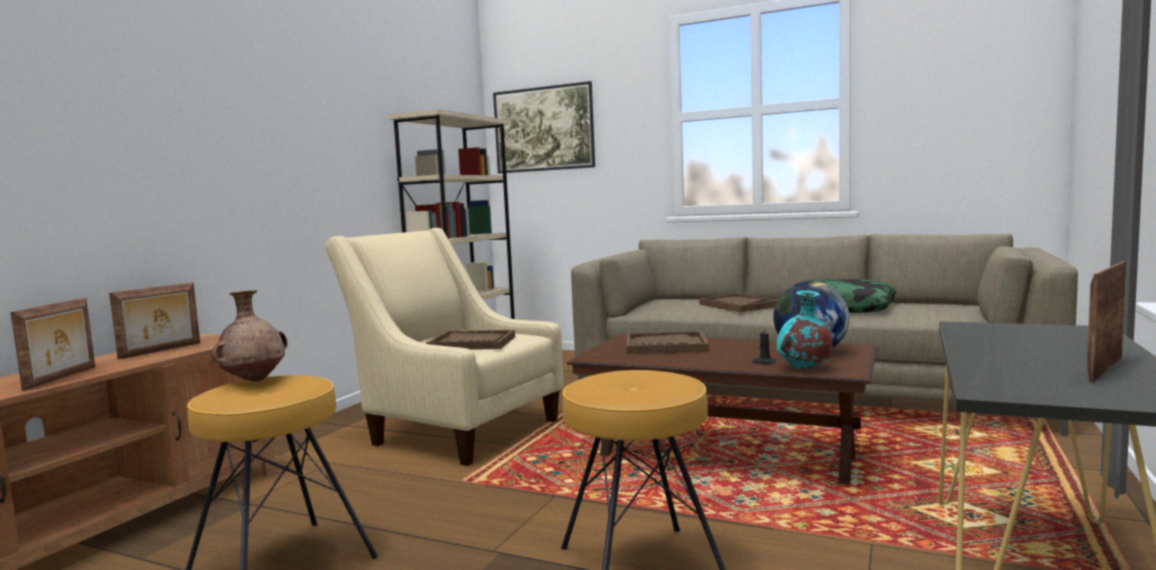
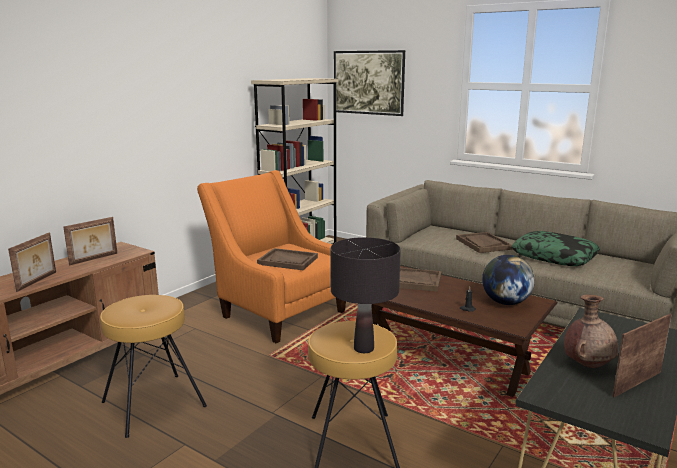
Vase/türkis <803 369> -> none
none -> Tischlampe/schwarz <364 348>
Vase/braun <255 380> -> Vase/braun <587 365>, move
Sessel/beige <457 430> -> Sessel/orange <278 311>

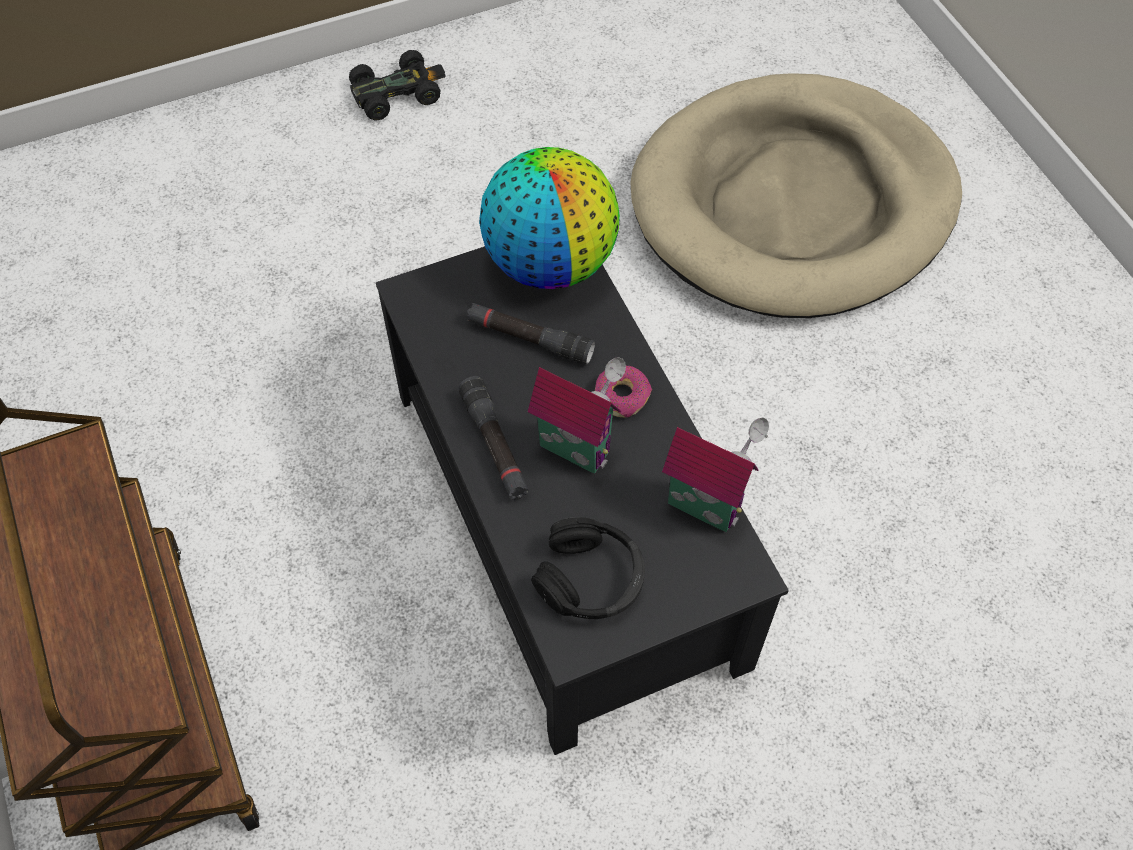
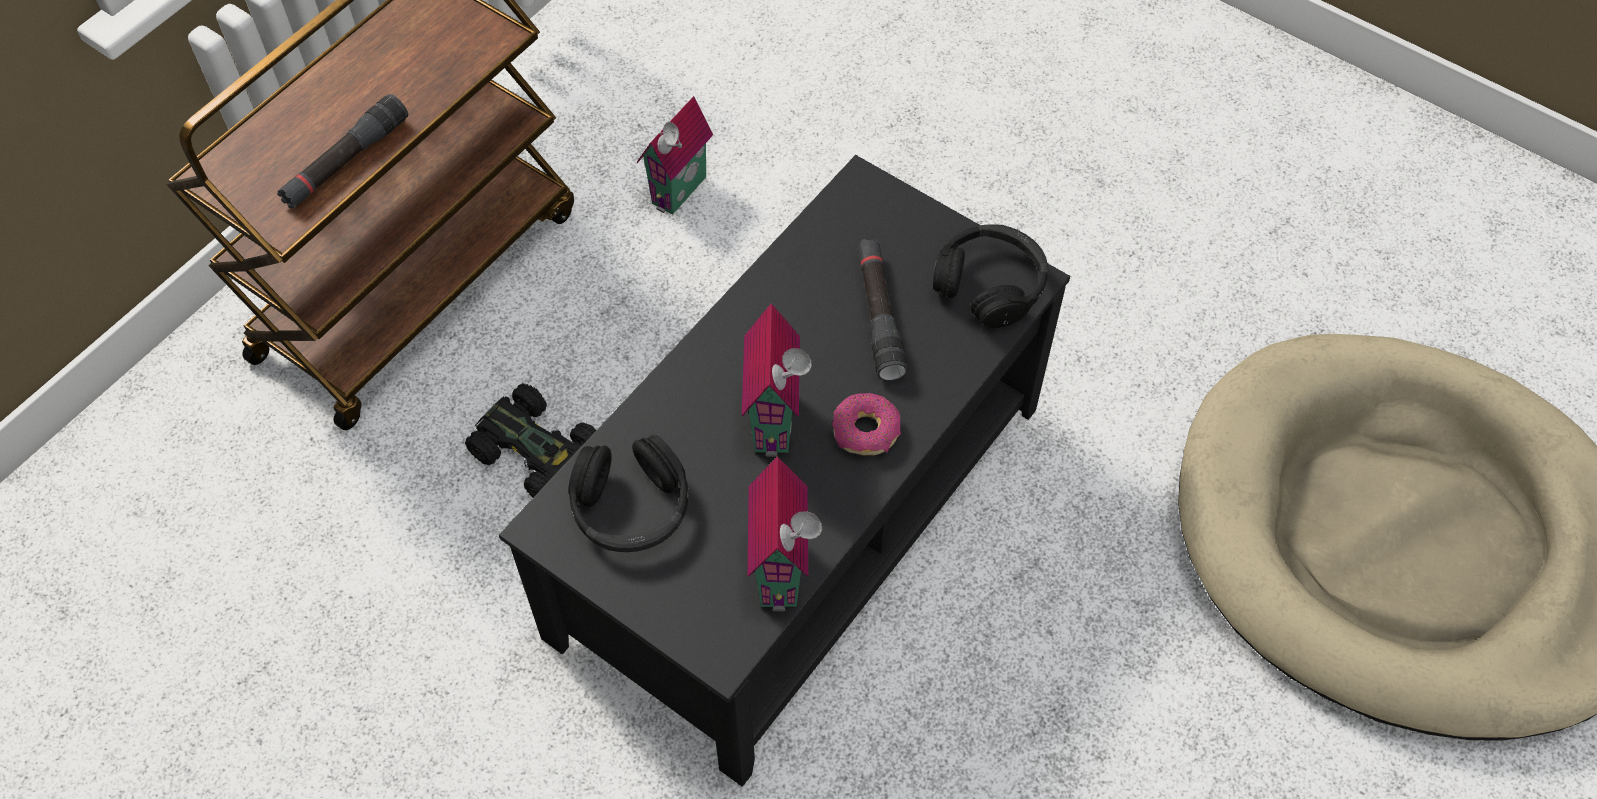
none -> Spielzeughaus <682 192>
Spielzeugauto/schwarz <397 93> -> Spielzeugauto/schwarz <540 454>, move
Taschenlampe/schwarz <494 444> -> Taschenlampe/schwarz <346 161>, move
Globus <550 263> -> Kopfhörer/schwarz <990 284>

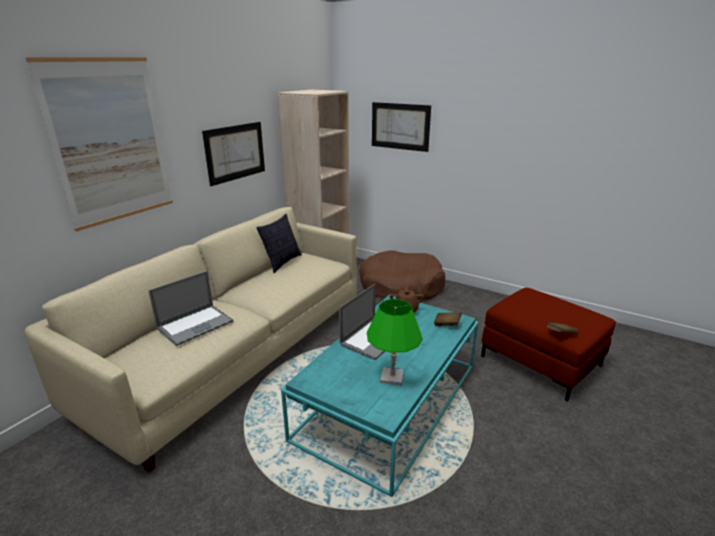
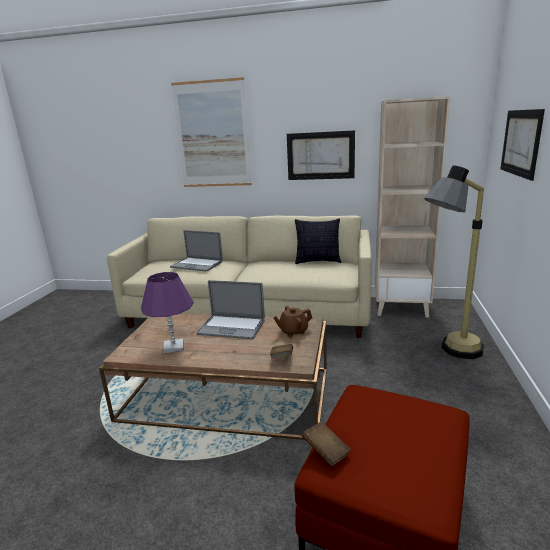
Hundebett/braun <401 286> -> Stehlampe <448 353>
Couchtisch/türkis <389 400> -> Couchtisch/braun <227 394>
Tischlampe/grün <392 377> -> Tischlampe/lila <173 347>

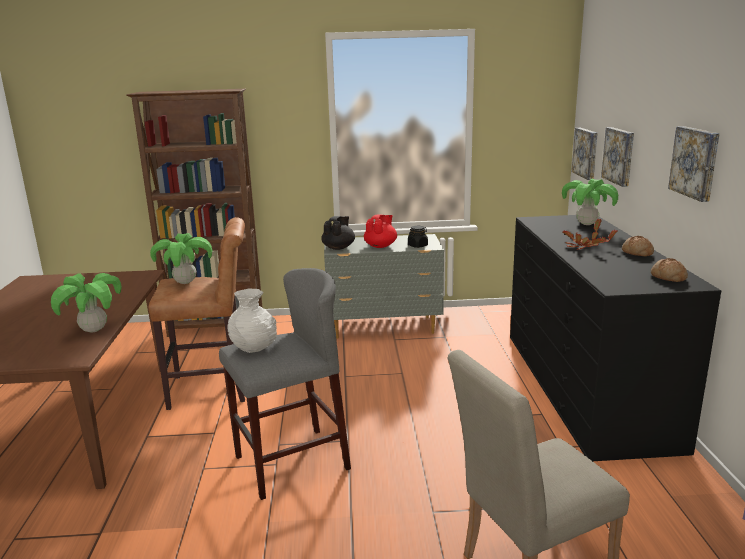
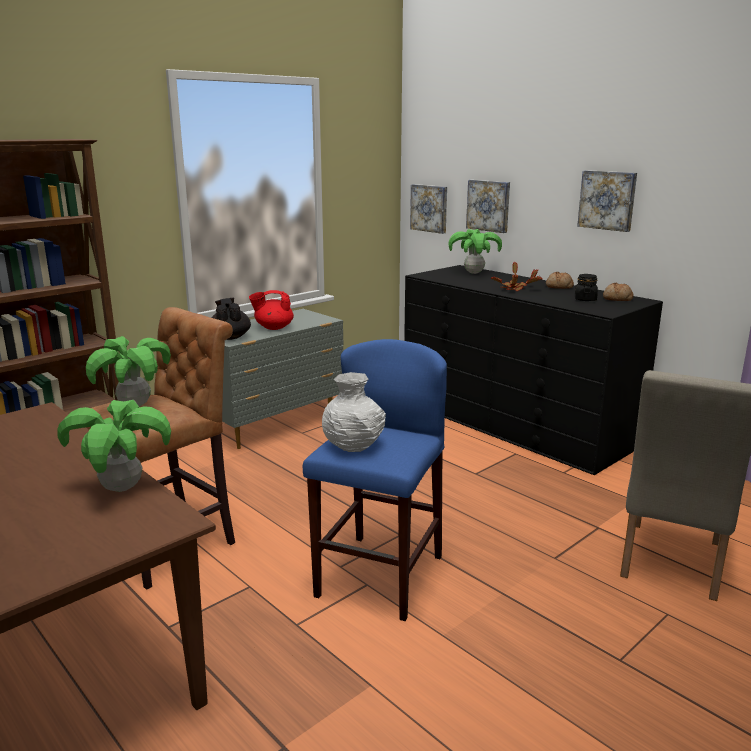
Vorratsglas/schwarz <417 246> -> Vorratsglas/schwarz <585 299>, move
Hocker/grau <291 462> -> Hocker/blau <379 576>
Teekanne/rot <381 246> -> Teekanne/rot <273 328>, 90 degrees counterclockwise

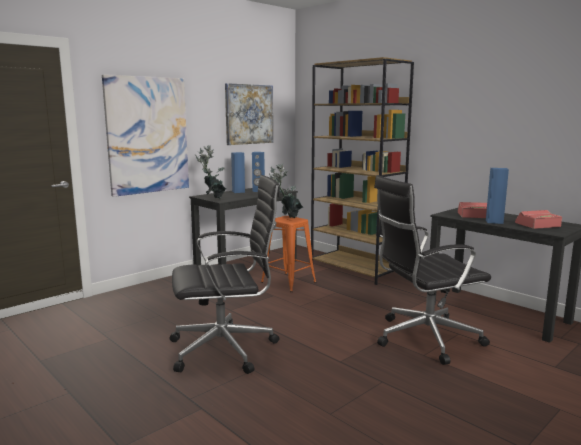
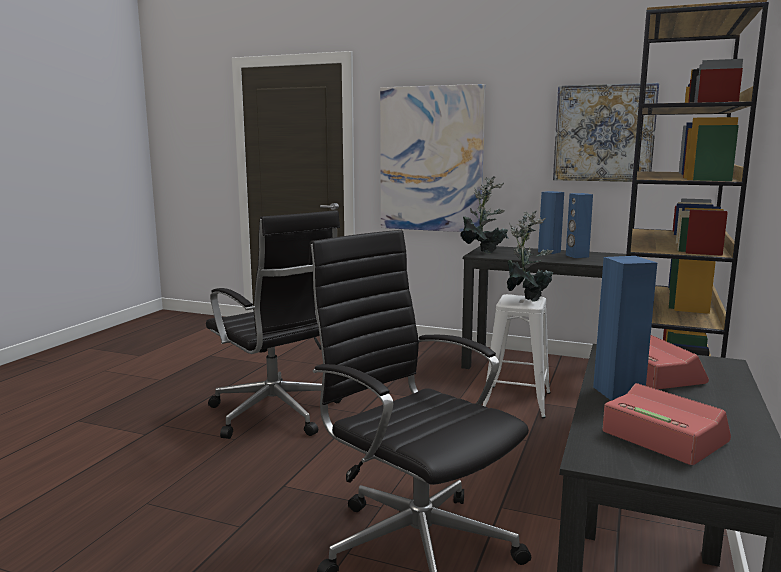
Hocker/orange <288 282> -> Hocker/weiß <516 401>

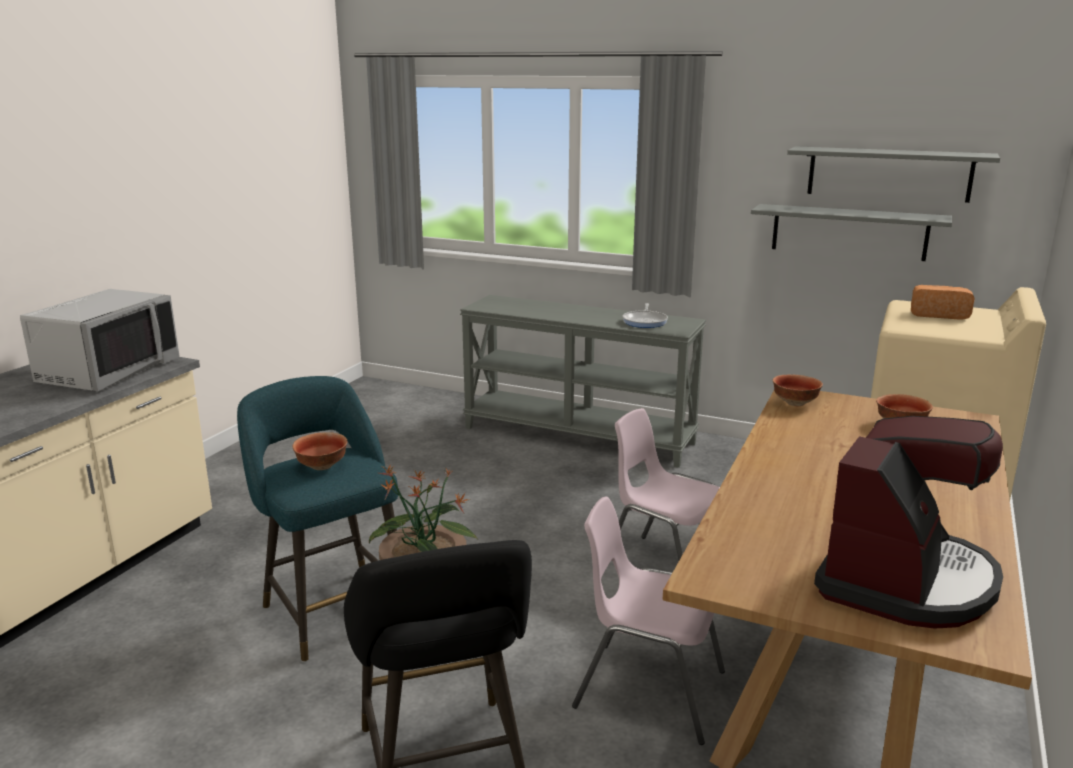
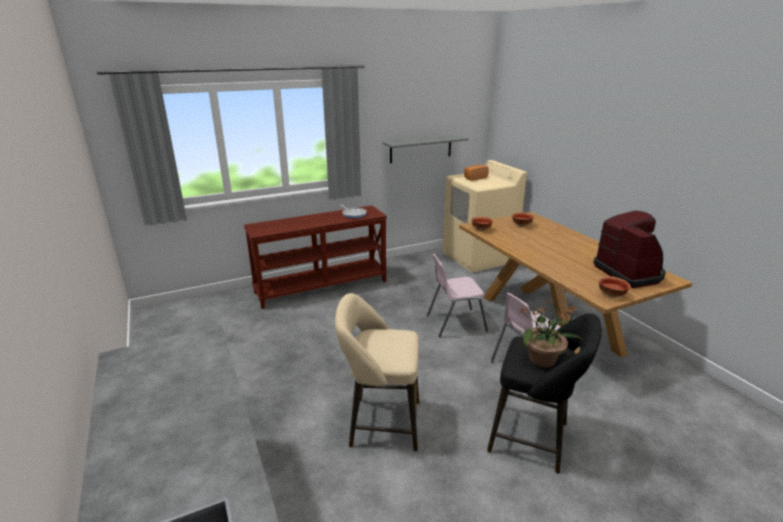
Mikrowelle/grau <108 371> -> none
Wandregal/grau <888 174> -> none
Schüssel <323 466> -> Schüssel <612 295>, move
Hocker/türkis <333 609> -> Hocker/beige <380 423>
Konsolentisch/grau <579 435> -> Konsolentisch/braun <321 286>

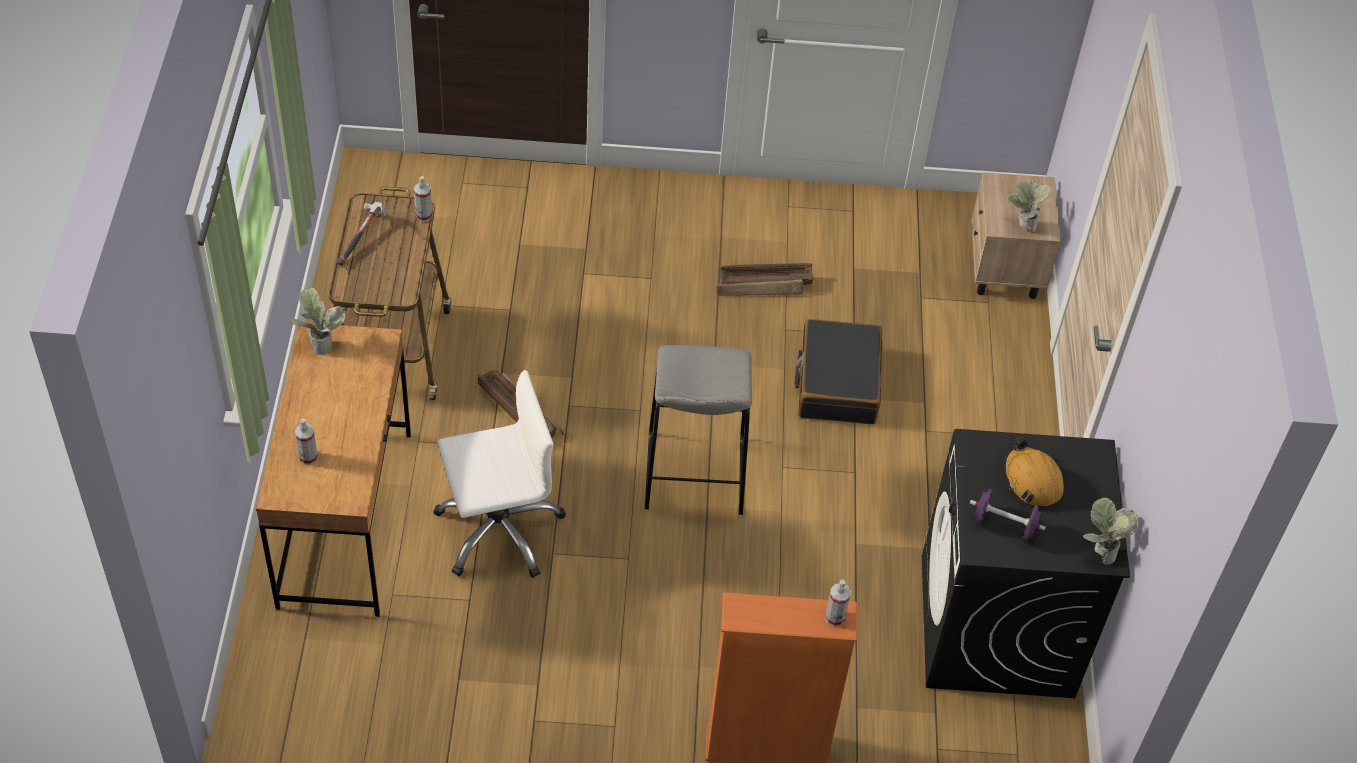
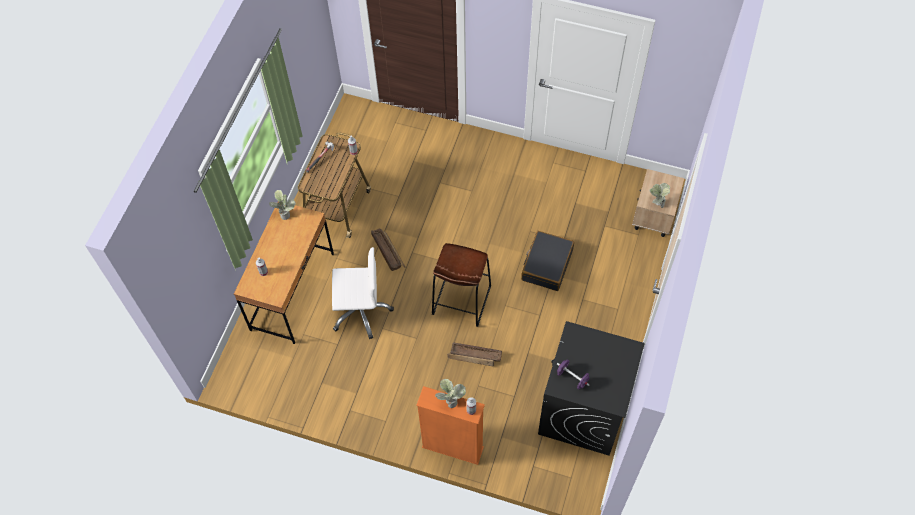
Schutzhelm/orange <1032 480> -> none
Kiste <764 285> -> Kiste <475 356>, move
Topfpflanze <1099 551> -> Topfpflanze <450 400>, move
Hocker/grau <694 474> -> Hocker/braun <461 300>

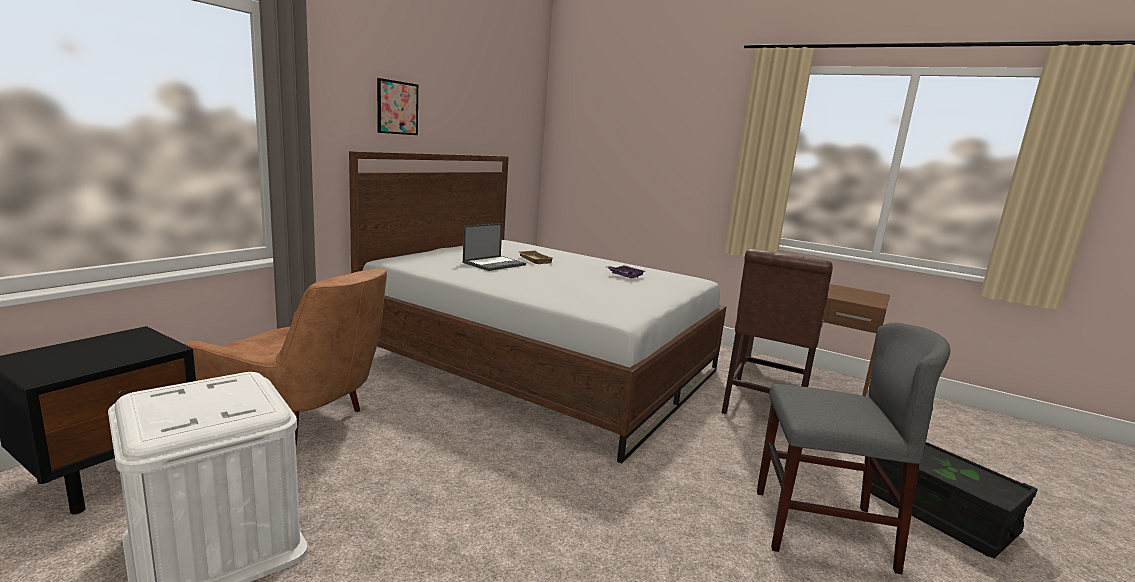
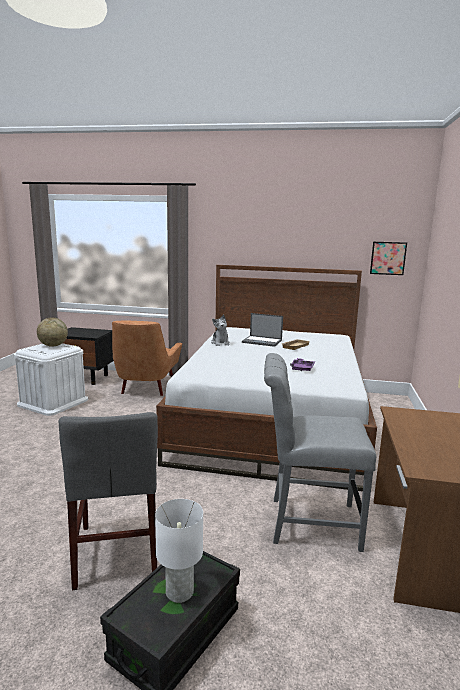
none -> Globus <53 345>
none -> Tischlampe/weiß <179 592>
none -> Plüschtier <220 343>
Bild <397 108> -> Bild <388 258>, move
Stuhl/braun <762 409> -> Stuhl/grau <308 522>

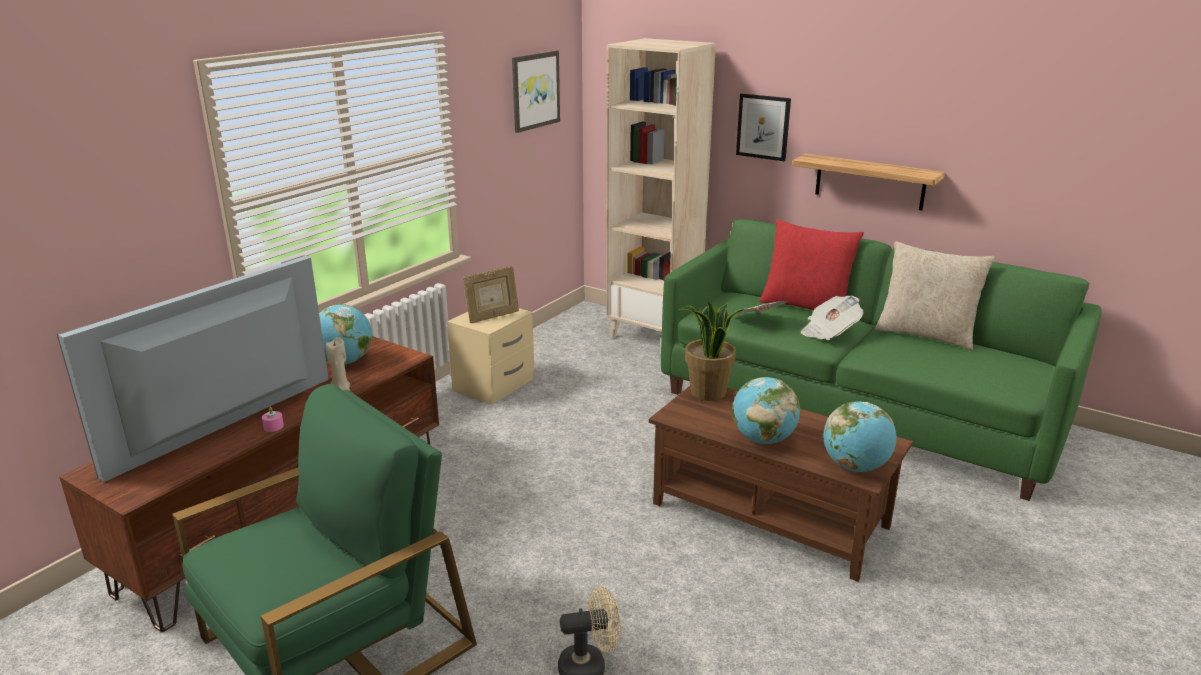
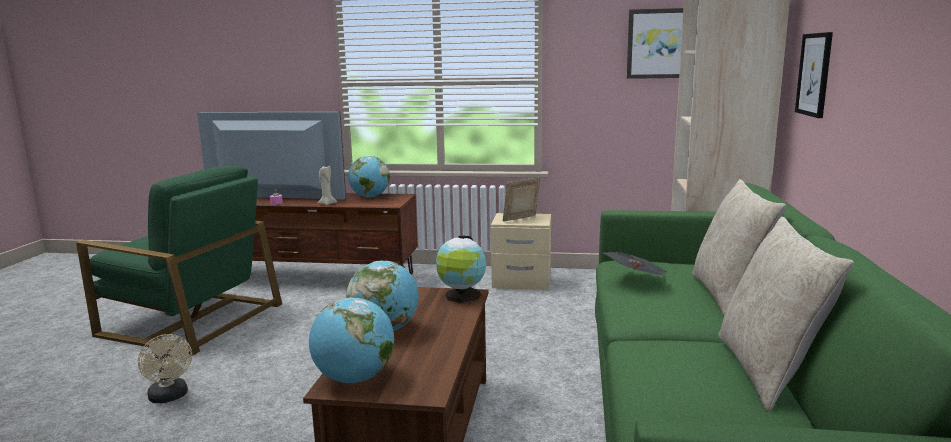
Wandregal <870 182> -> none
Zeitung <829 332> -> none
Topfpflanze <708 393> -> Globus <462 296>
Kissen/rot <806 306> -> Kissen/beige <729 296>
Bilderrahmen <492 317> -> Bilderrahmen <521 219>, 105 degrees clockwise

